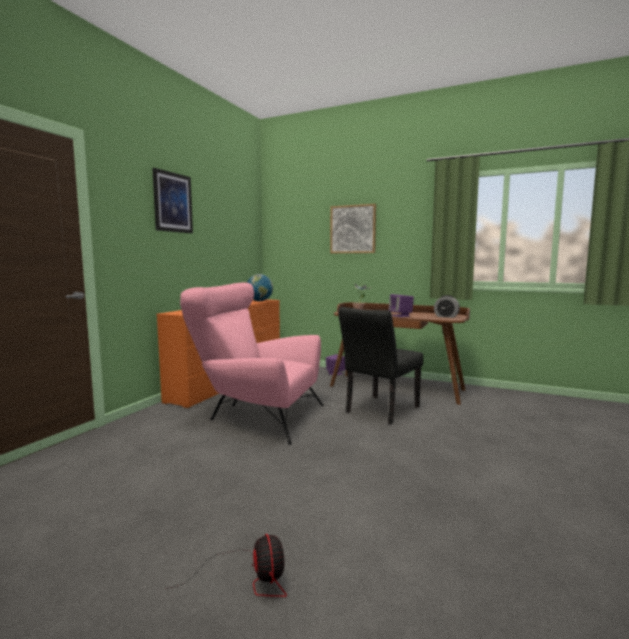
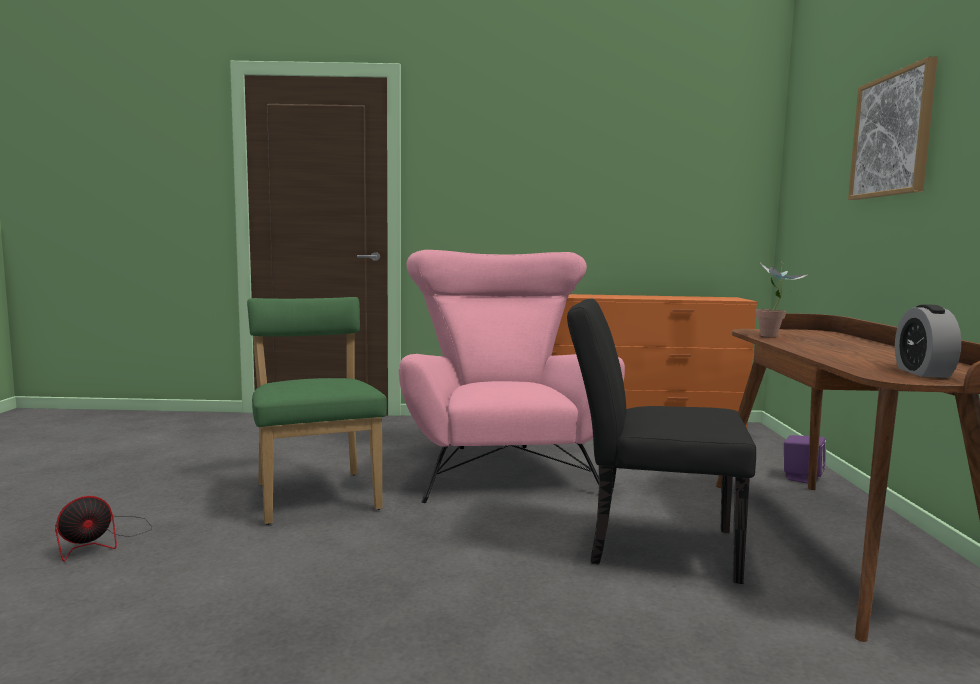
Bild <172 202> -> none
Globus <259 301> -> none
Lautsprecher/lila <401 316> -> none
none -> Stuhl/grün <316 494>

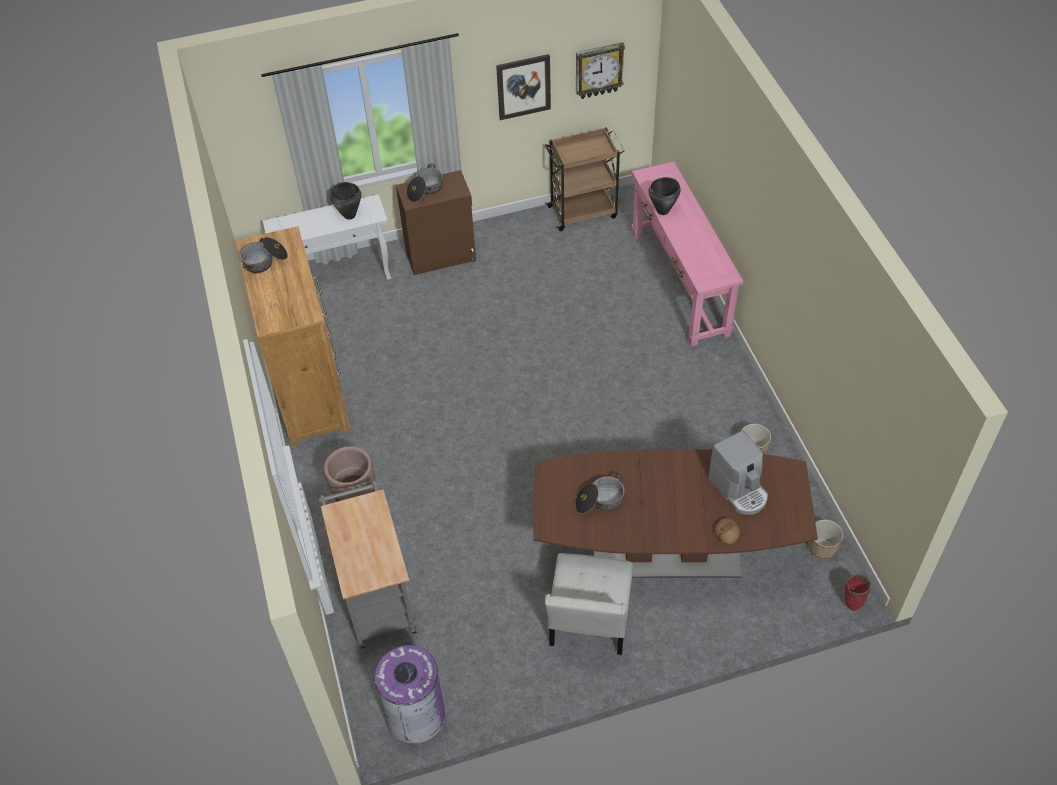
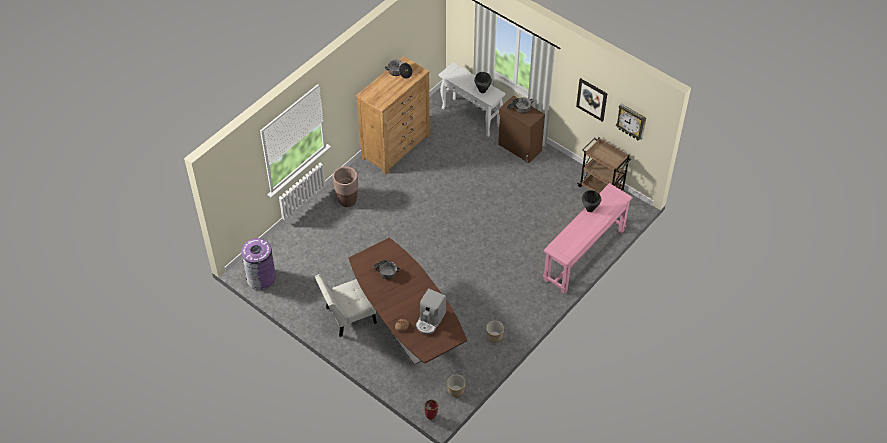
Rollwagen/grau <376 595> -> none

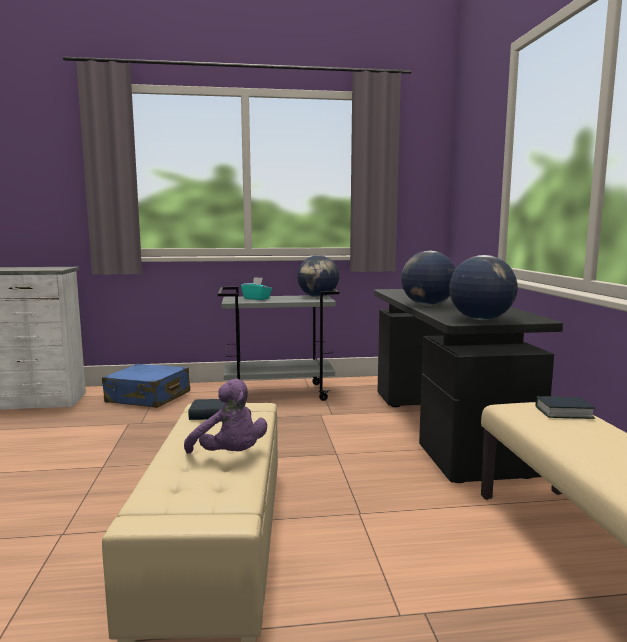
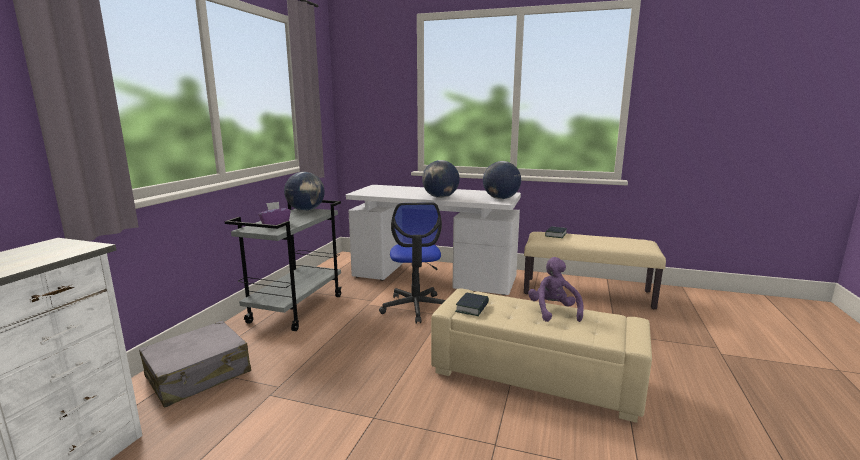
none -> Bürostuhl <416 307>
Koffer/blau <148 397> -> Koffer/grau <199 375>
Taschentuchbox/türkis <256 298> -> Taschentuchbox/lila <275 224>
Schreibtisch/schwarz <443 428> -> Schreibtisch/weiß <433 277>
Plüschtier/lila <230 455> -> Plüschtier/lila <553 311>, 75 degrees counterclockwise

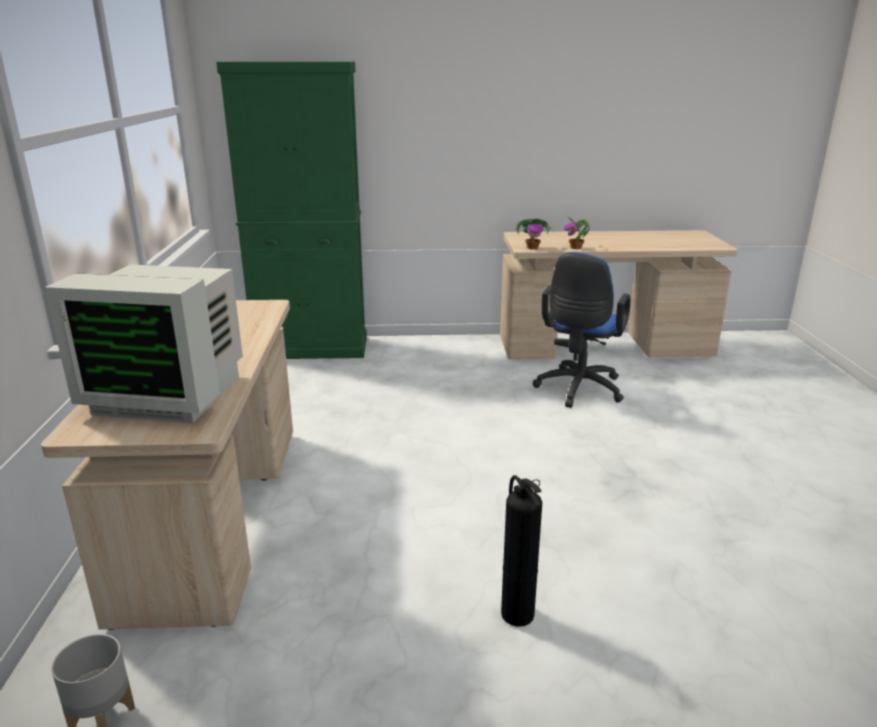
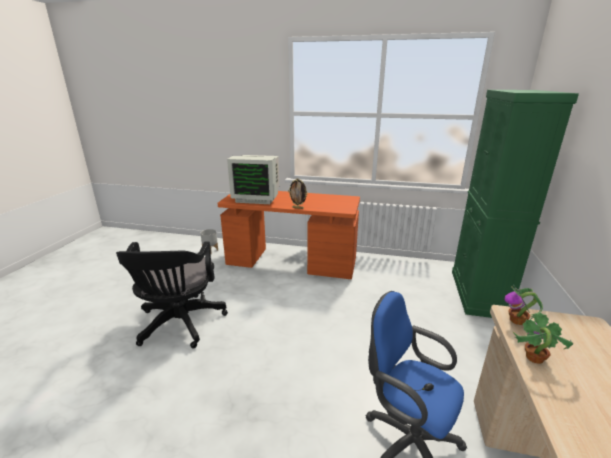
none -> Bilderrahmen <298 208>
Feuerlöscher <516 613> -> Bürostuhl/schwarz <180 325>
Schreibtisch/beige <216 514> -> Schreibtisch/orange <291 263>
Monitor <169 394> -> Monitor <257 197>, 105 degrees counterclockwise

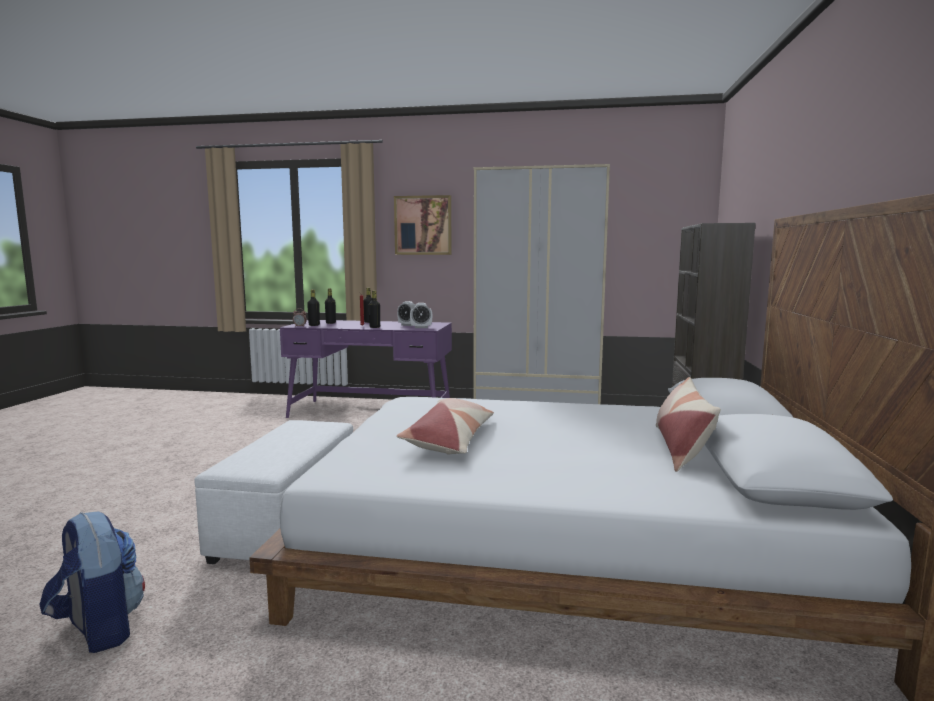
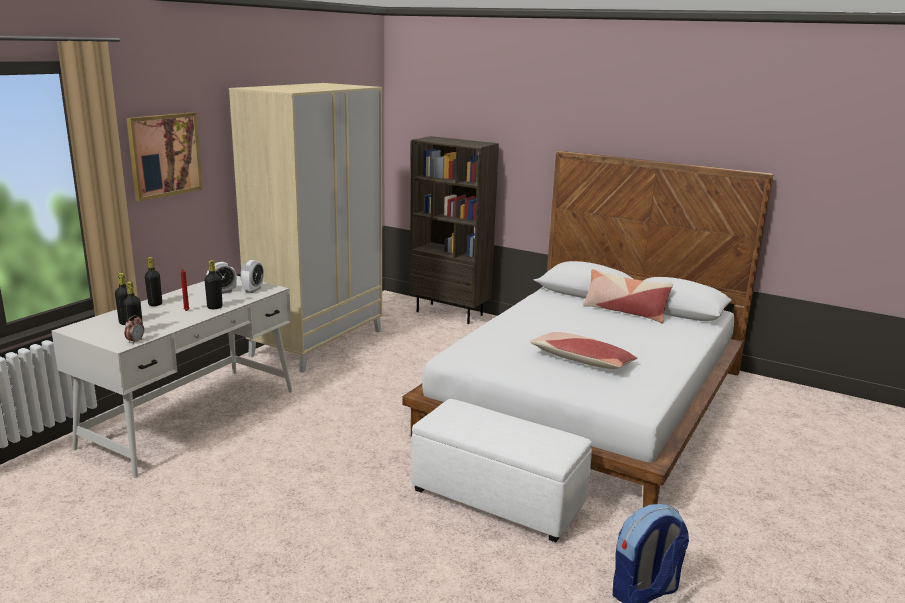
Schreibtisch/lila <371 412> -> Schreibtisch/weiß <192 418>

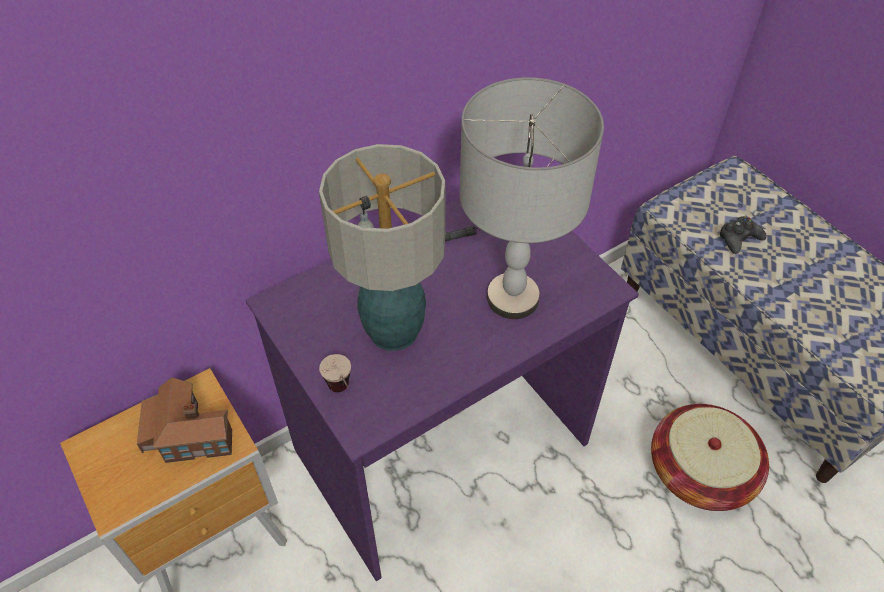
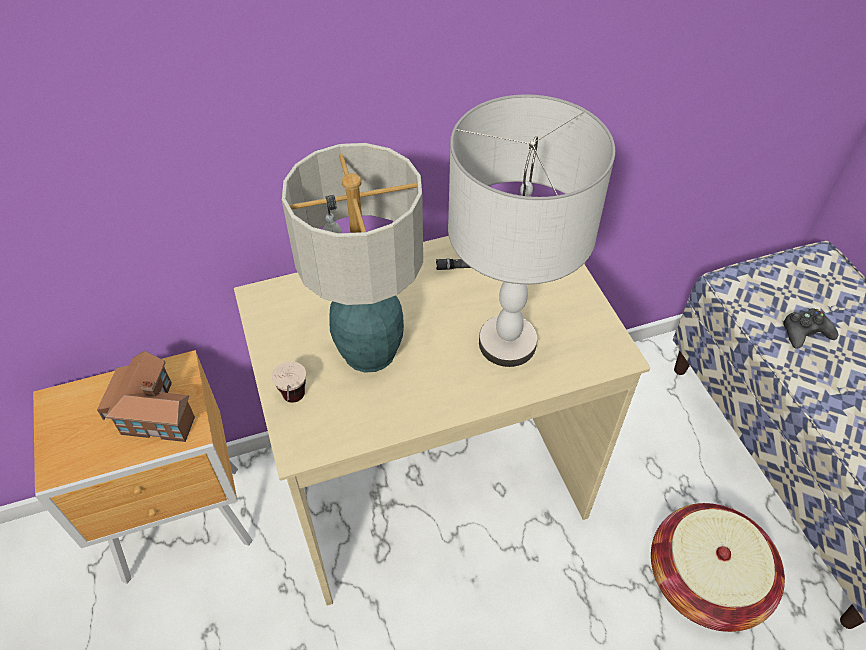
Schreibtisch/lila <442 449> -> Schreibtisch/beige <434 487>

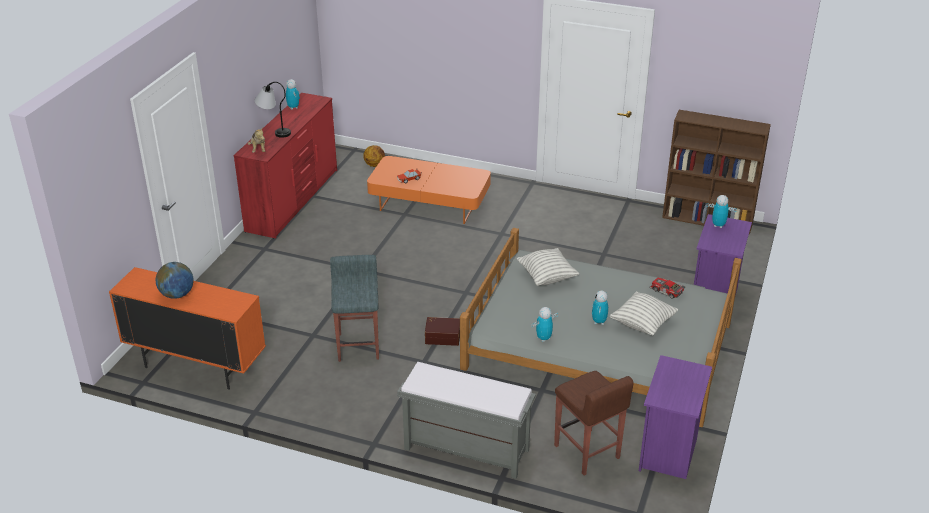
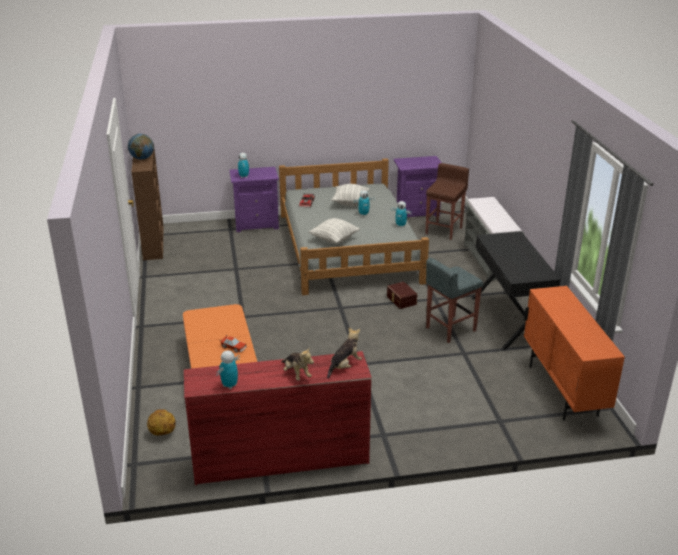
none -> Schreibtisch/schwarz <509 320>
Globus <177 294> -> Globus <142 158>, move
Tischlampe <274 131> -> Plüschtier <296 374>

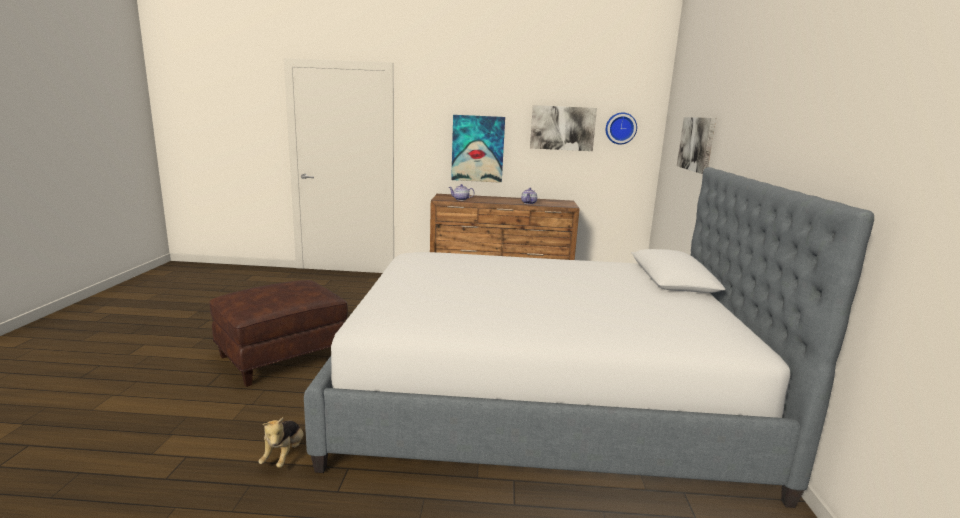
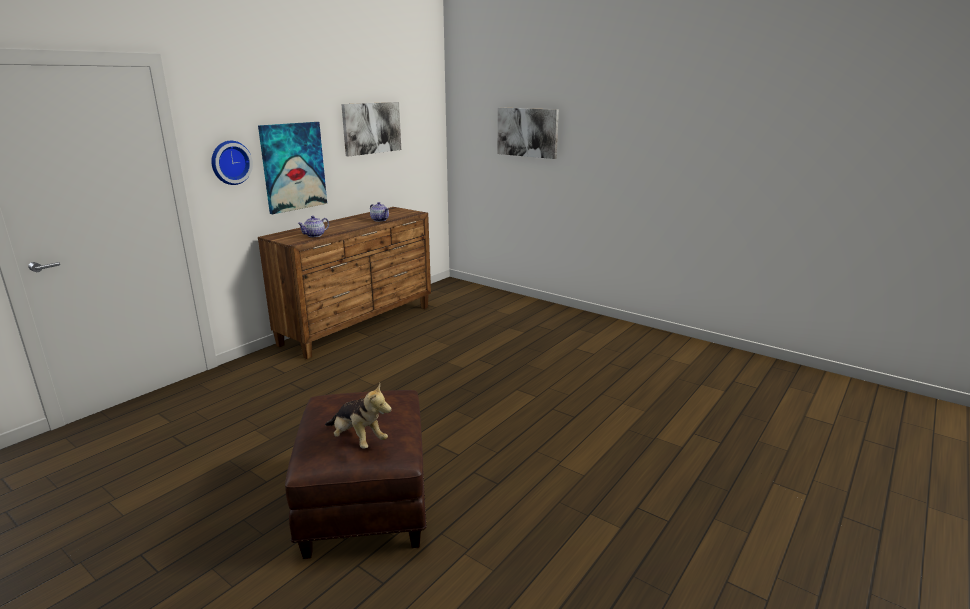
Bett <540 398> -> none
Plüschtier <284 455> -> Plüschtier <358 440>, move
Wanduhr <620 128> -> Wanduhr <230 162>, move

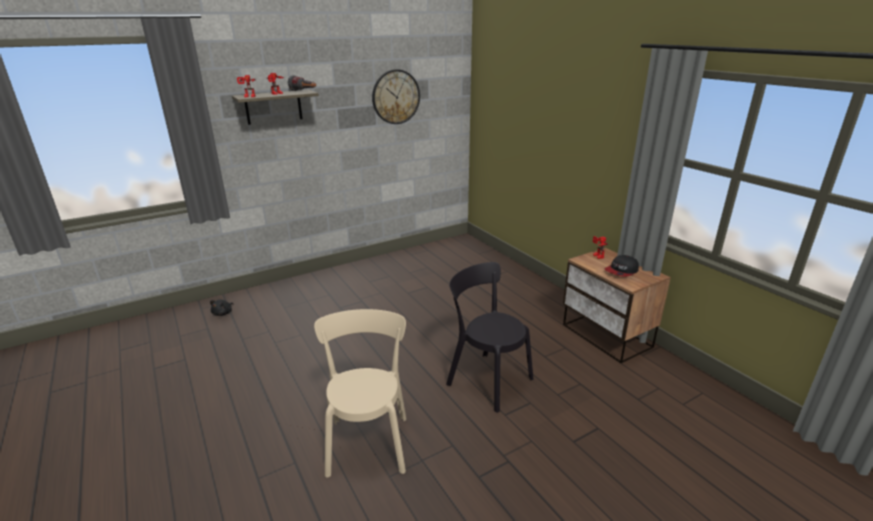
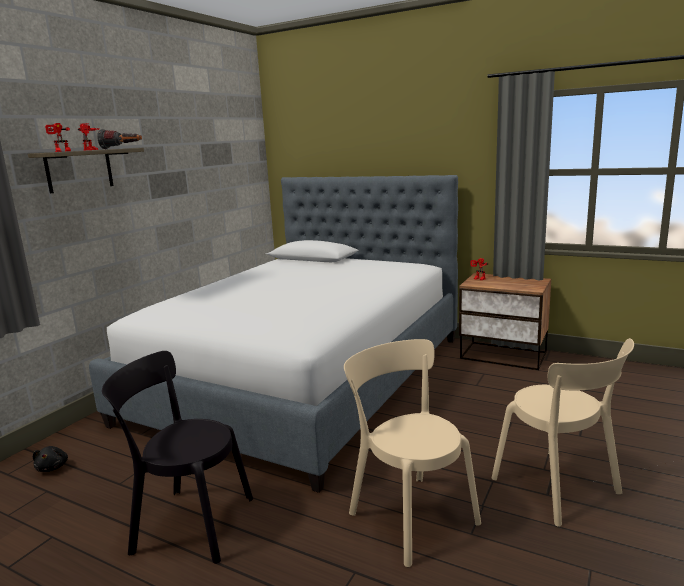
Wanduhr <396 97> -> none
Kappe <621 271> -> none
none -> Bett <304 377>
none -> Stuhl/beige <559 488>
Stuhl/schwarz <486 379> -> Stuhl/schwarz <188 523>, move

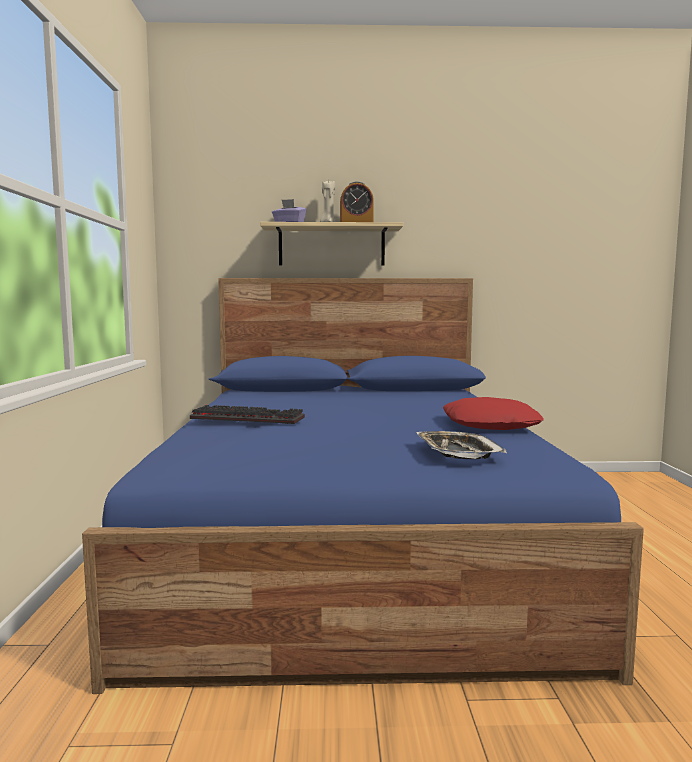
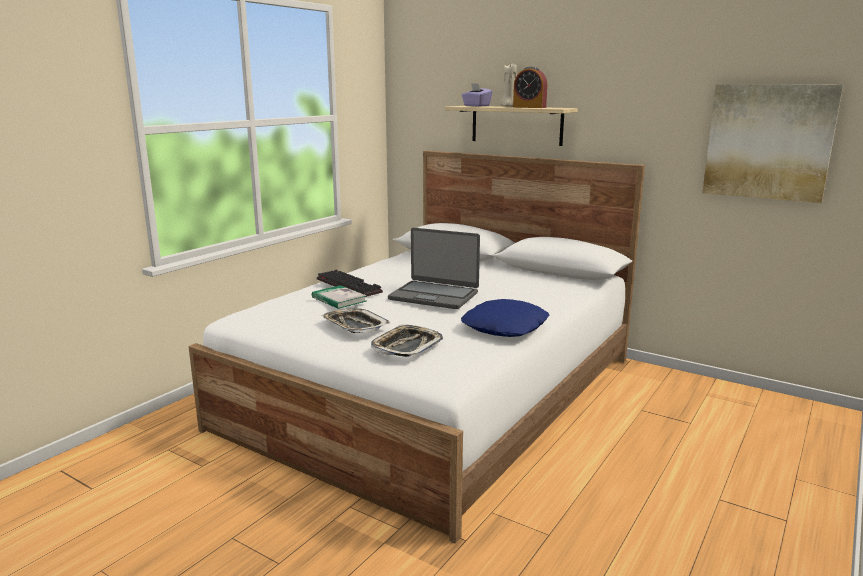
none -> Buch <339 299>
none -> Tablett <355 326>
none -> Laptop <434 296>
none -> Bild <768 142>
Bett/blau <353 540> -> Bett/weiß <438 391>
Kissen/rot <491 425> -> Kissen/blau <505 327>

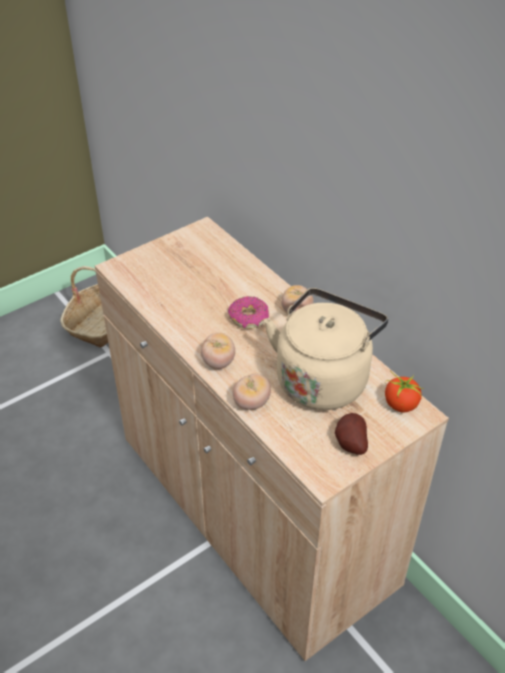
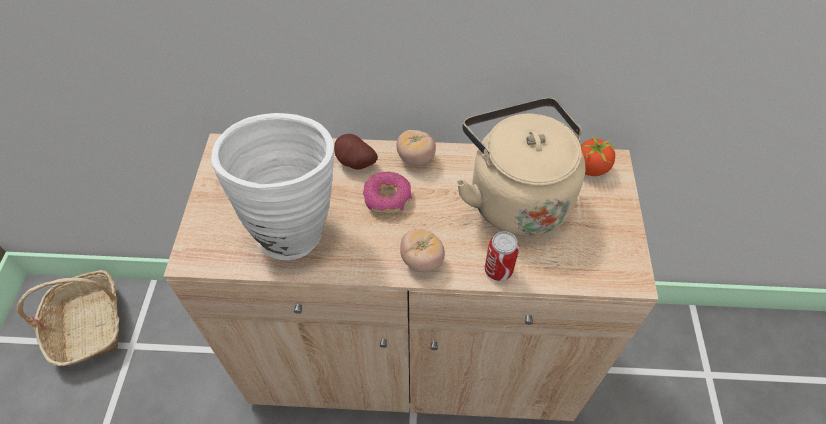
none -> Vase/weiß <293 225>
Kartoffel <349 444> -> Kartoffel <354 163>, move
Tomate <251 402> -> Dose <498 270>

